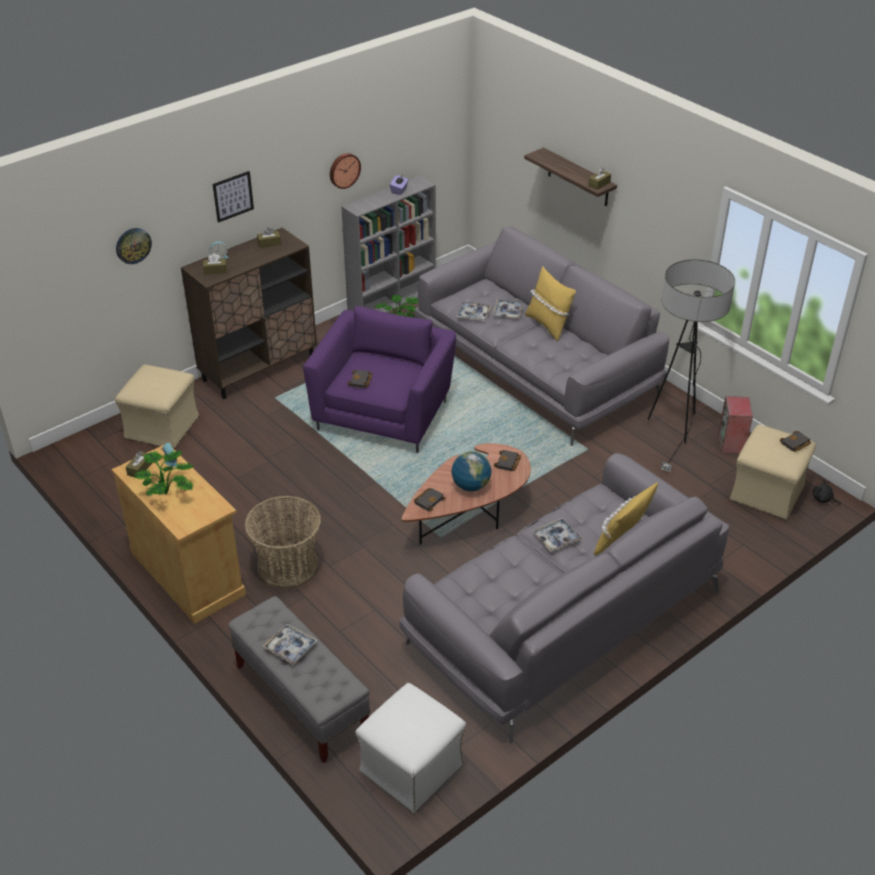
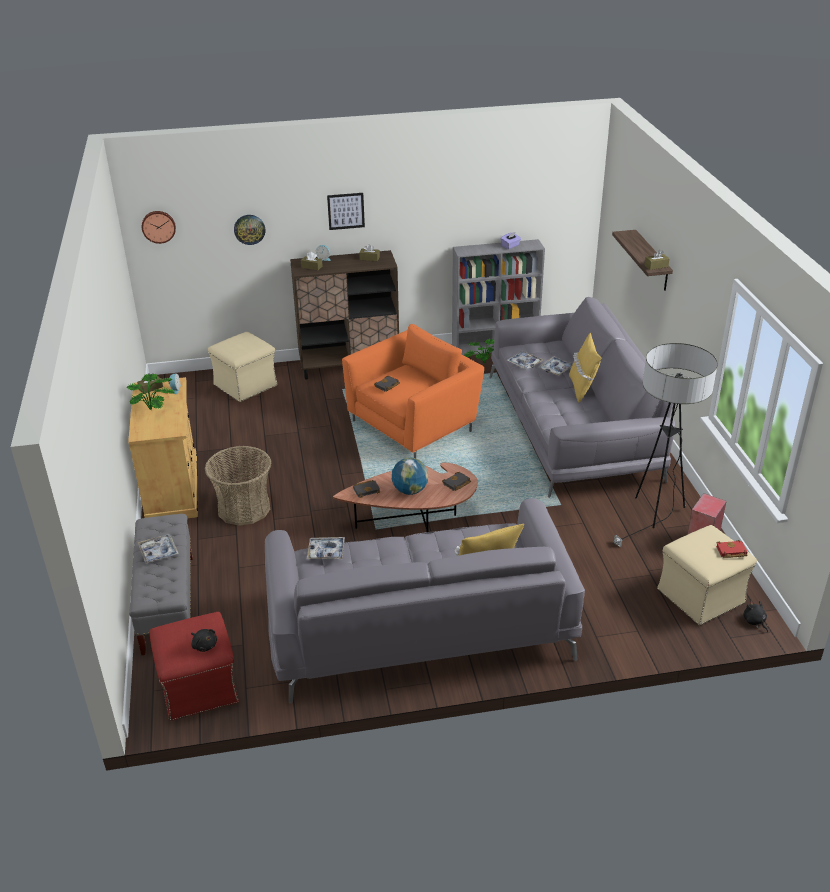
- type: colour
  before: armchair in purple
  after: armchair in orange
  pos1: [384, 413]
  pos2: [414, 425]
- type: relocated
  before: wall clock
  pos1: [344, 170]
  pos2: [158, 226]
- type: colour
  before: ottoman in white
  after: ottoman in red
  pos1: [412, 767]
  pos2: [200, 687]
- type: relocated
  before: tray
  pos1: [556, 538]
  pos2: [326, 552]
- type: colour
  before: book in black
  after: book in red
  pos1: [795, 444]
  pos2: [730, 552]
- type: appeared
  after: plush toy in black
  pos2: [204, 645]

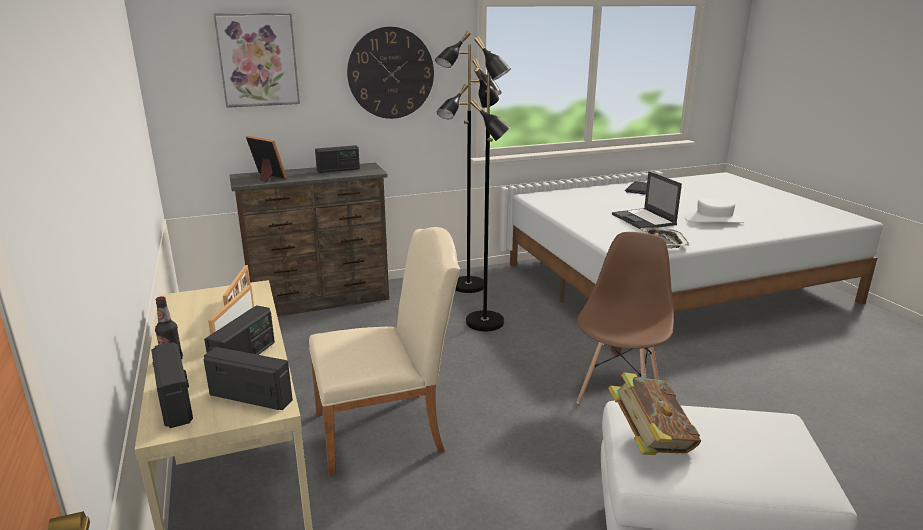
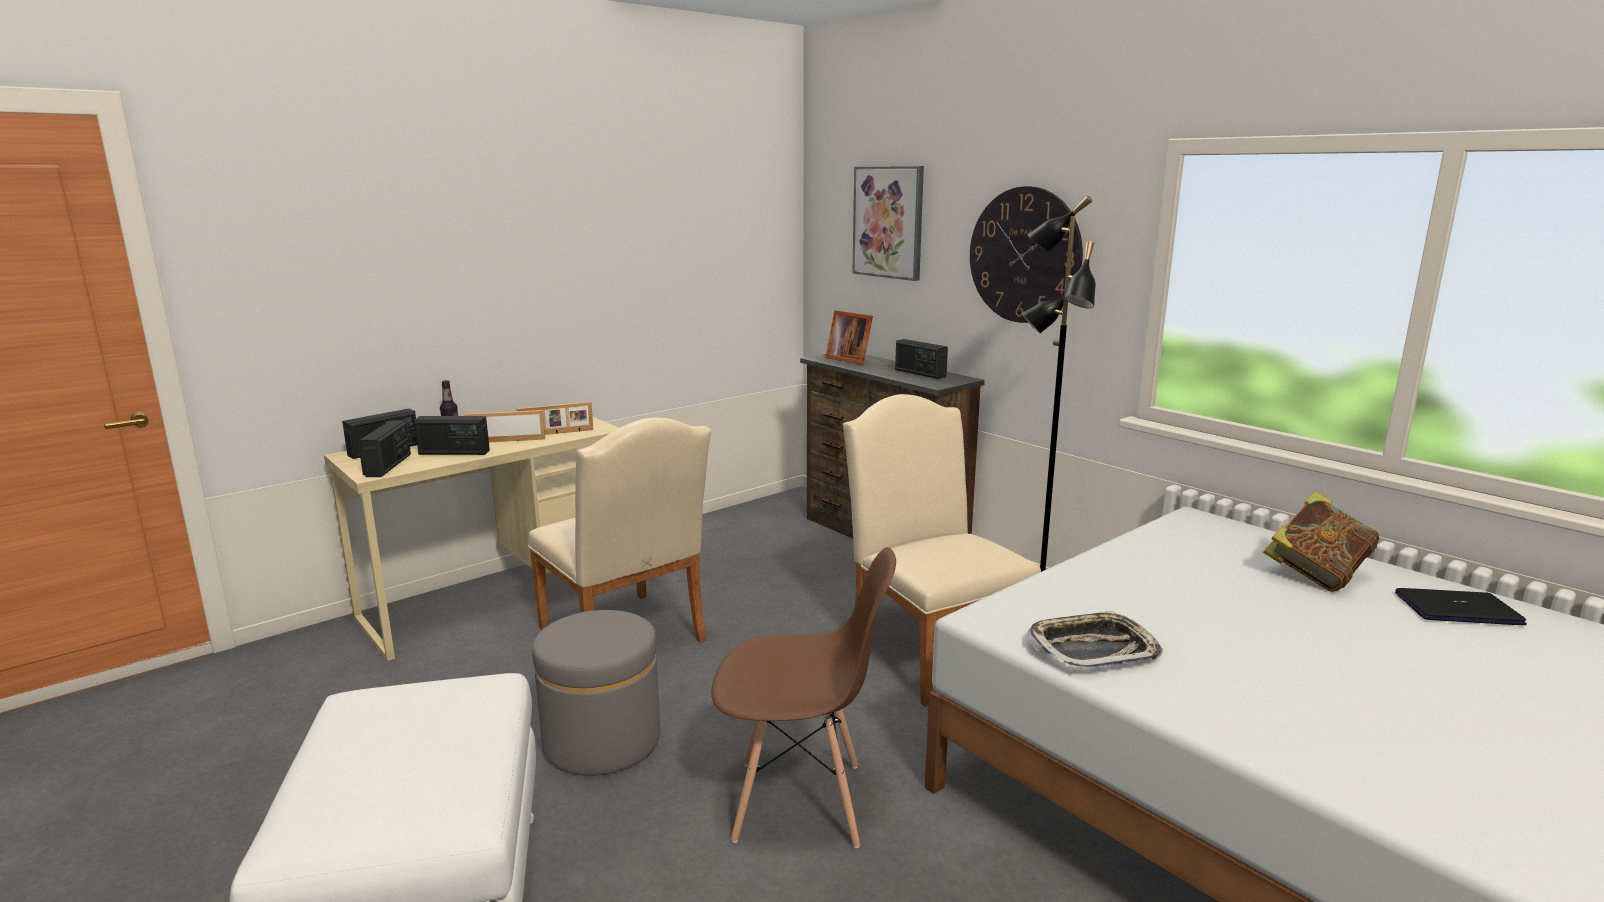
- type: spun
  before: picture frame
  pos1: [267, 177]
  pos2: [849, 360]
  turn: 120
- type: exchanged
  before: floor lamp in black
  after: chair in beige
  pos1: [486, 322]
  pos2: [931, 651]
- type: relocated
  before: book
  pos1: [650, 442]
  pos2: [1316, 575]
- type: missing
  before: laptop
  pos1: [644, 219]
- type: missing
  before: hat in white
  pos1: [713, 220]
- type: appeared
  after: ottoman in grey
  pos2: [602, 741]

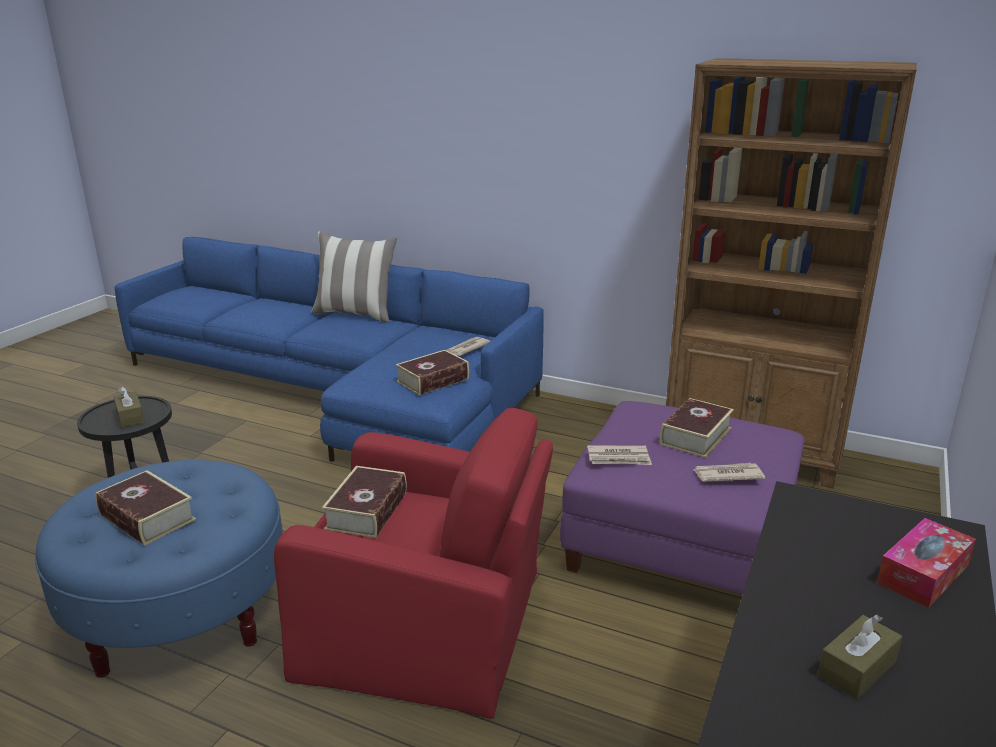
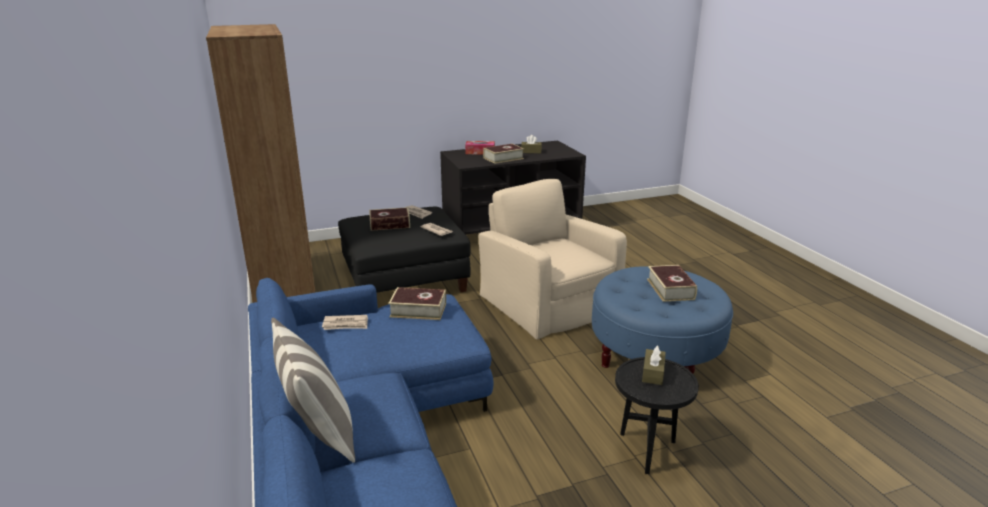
- type: colour
  before: armchair in red
  after: armchair in beige
  pos1: [426, 624]
  pos2: [548, 301]
- type: relocated
  before: book
  pos1: [367, 511]
  pos2: [503, 158]
- type: colour
  before: ottoman in purple
  after: ottoman in black
  pos1: [682, 542]
  pos2: [405, 278]

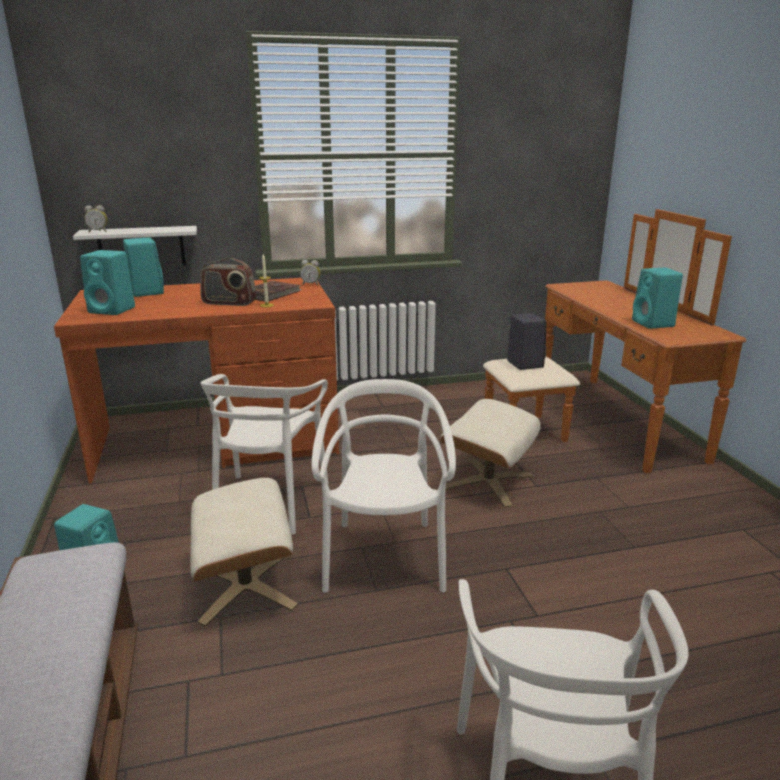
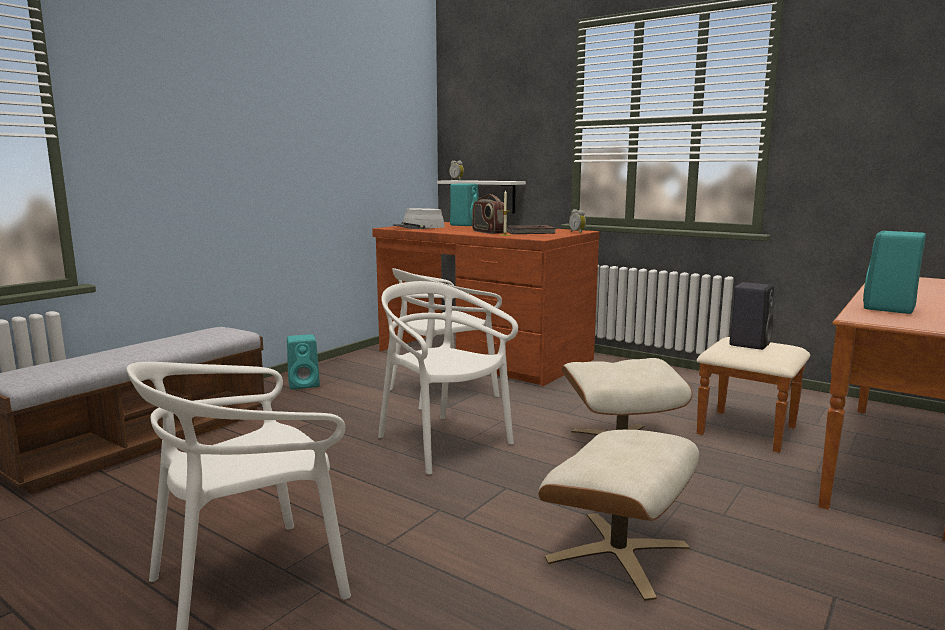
- type: exchanged
  before: speaker in turquoise
  after: hat in grey
  pos1: [113, 310]
  pos2: [419, 227]
- type: relocated
  before: ottoman in beige
  pos1: [246, 587]
  pos2: [618, 554]
- type: spun
  before: chair in white
  pos1: [384, 557]
  pos2: [442, 443]
  turn: -90

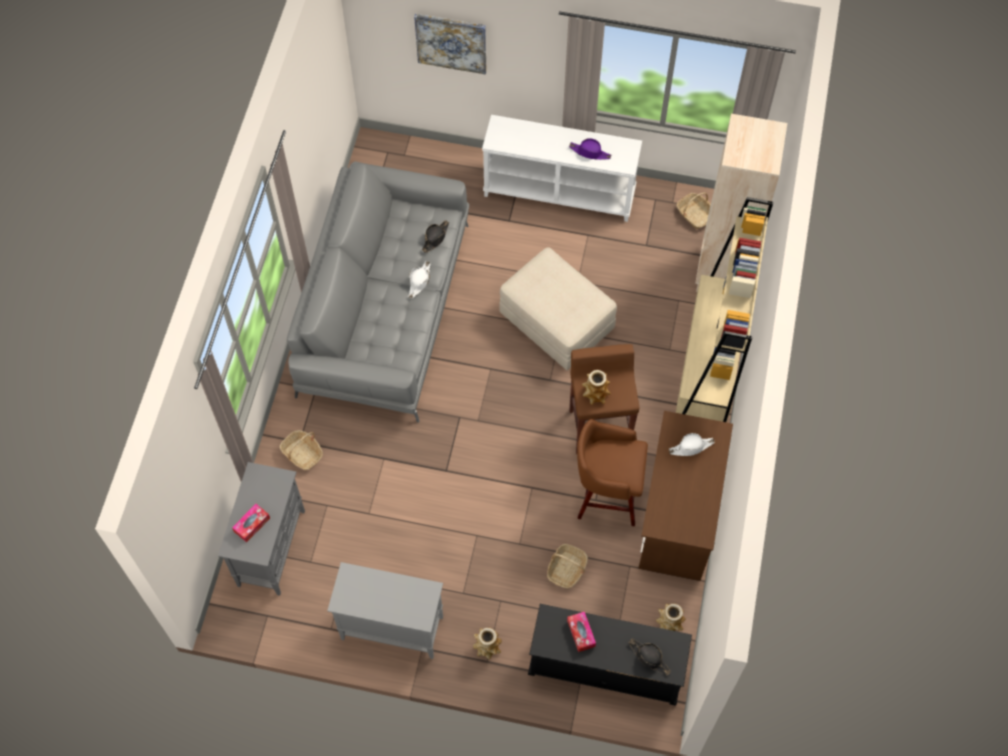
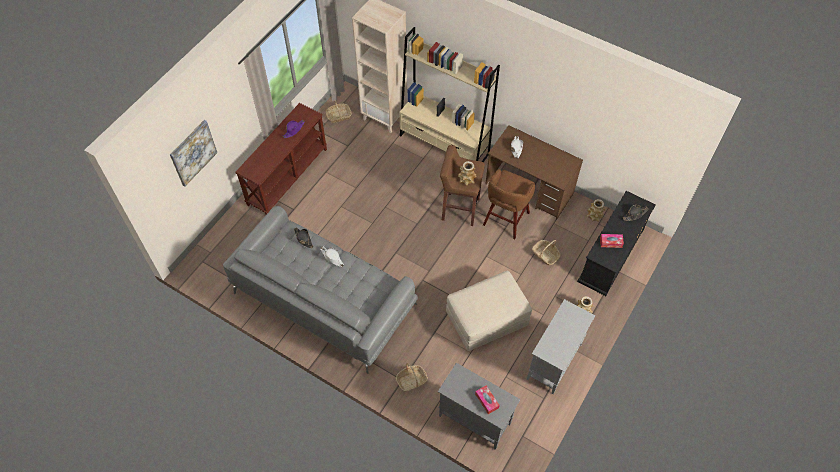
- type: colour
  before: console table in white
  after: console table in brown
  pos1: [560, 192]
  pos2: [287, 176]
- type: relocated
  before: ottoman in beige
  pos1: [556, 321]
  pos2: [486, 319]

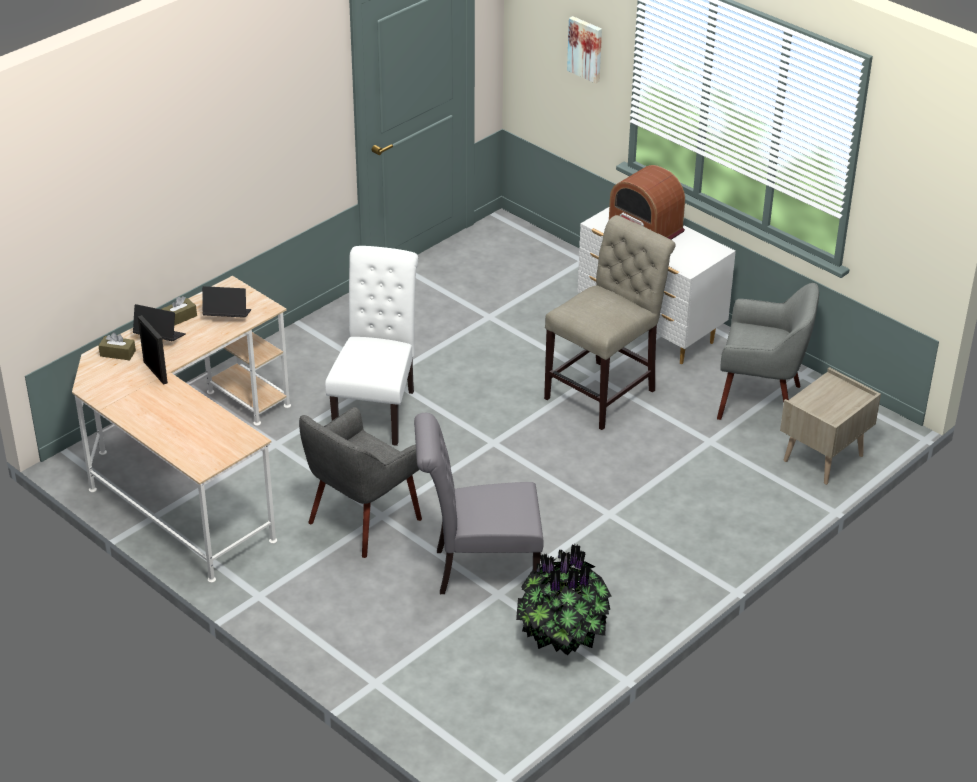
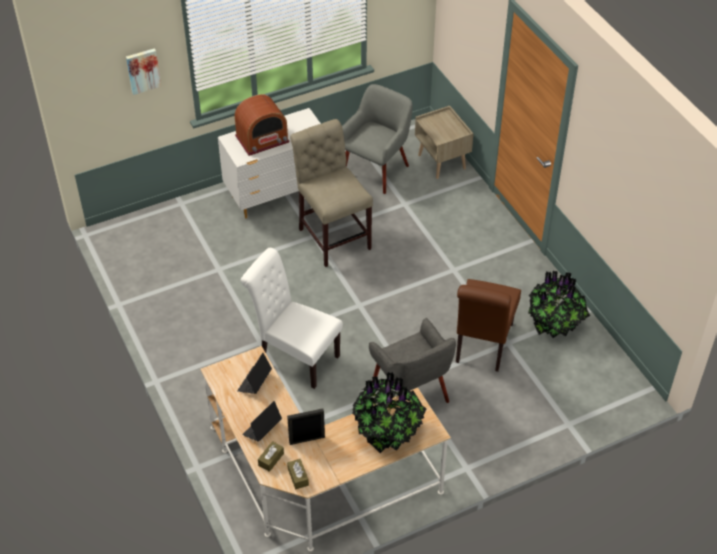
- type: relocated
  before: tissue box in brown
  pos1: [179, 318]
  pos2: [298, 477]
- type: colour
  before: chair in grey
  after: chair in brown
  pos1: [478, 570]
  pos2: [482, 346]
- type: appeared
  after: potted plant
  pos2: [388, 431]

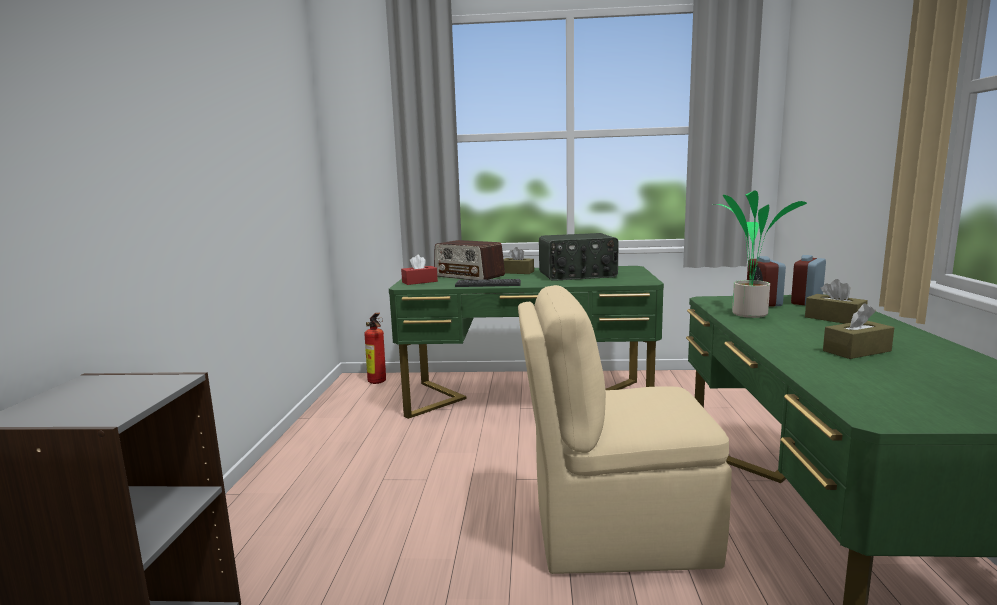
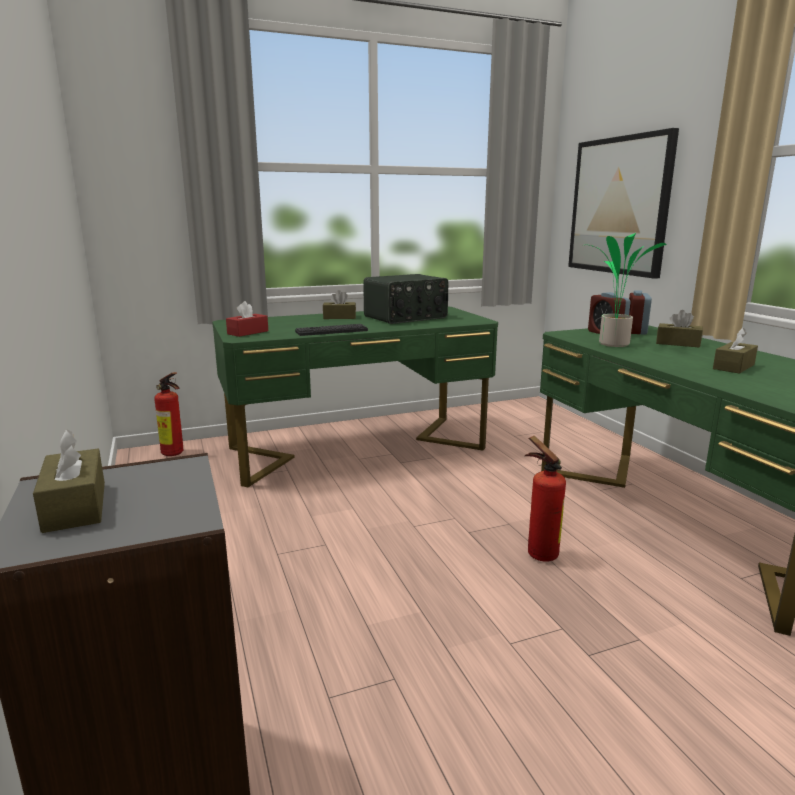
- type: missing
  before: radio
  pos1: [469, 276]
- type: exchanged
  before: chair in beige
  after: fire extinguisher
  pos1: [616, 531]
  pos2: [539, 553]
- type: appeared
  after: tissue box in brown
  pos2: [75, 506]
- type: appeared
  after: picture
  pos2: [619, 206]

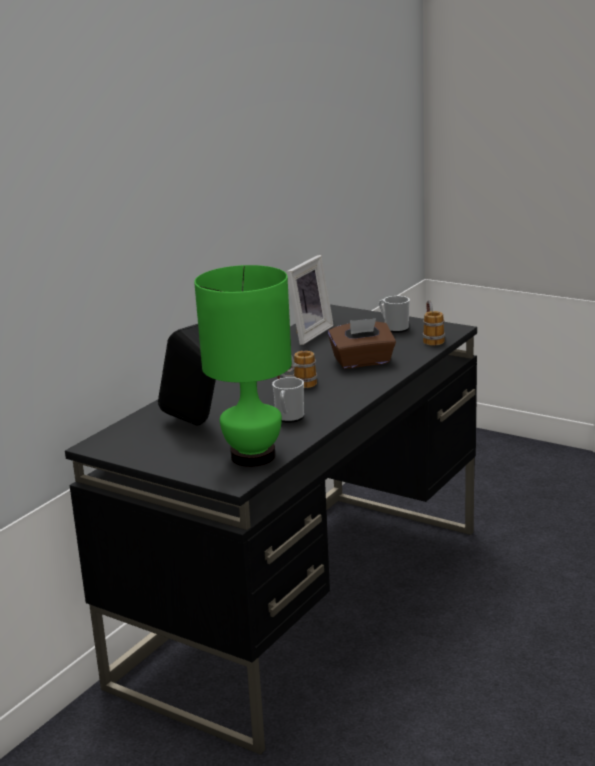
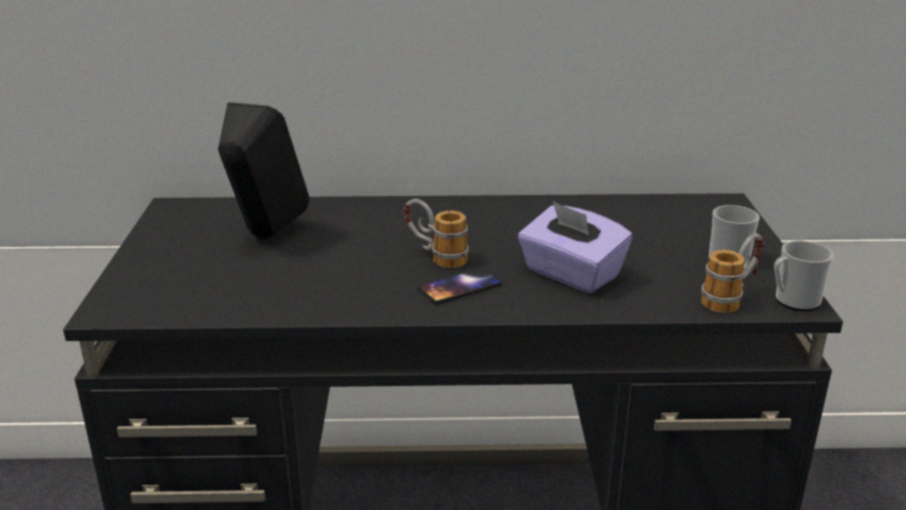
- type: missing
  before: table lamp in green
  pos1: [253, 457]
- type: relocated
  before: mug
  pos1: [288, 418]
  pos2: [793, 301]
- type: missing
  before: picture frame
  pos1: [307, 334]
- type: colour
  before: tissue box in brown
  after: tissue box in purple
  pos1: [362, 362]
  pos2: [571, 274]
- type: appeared
  after: phone
  pos2: [460, 287]

